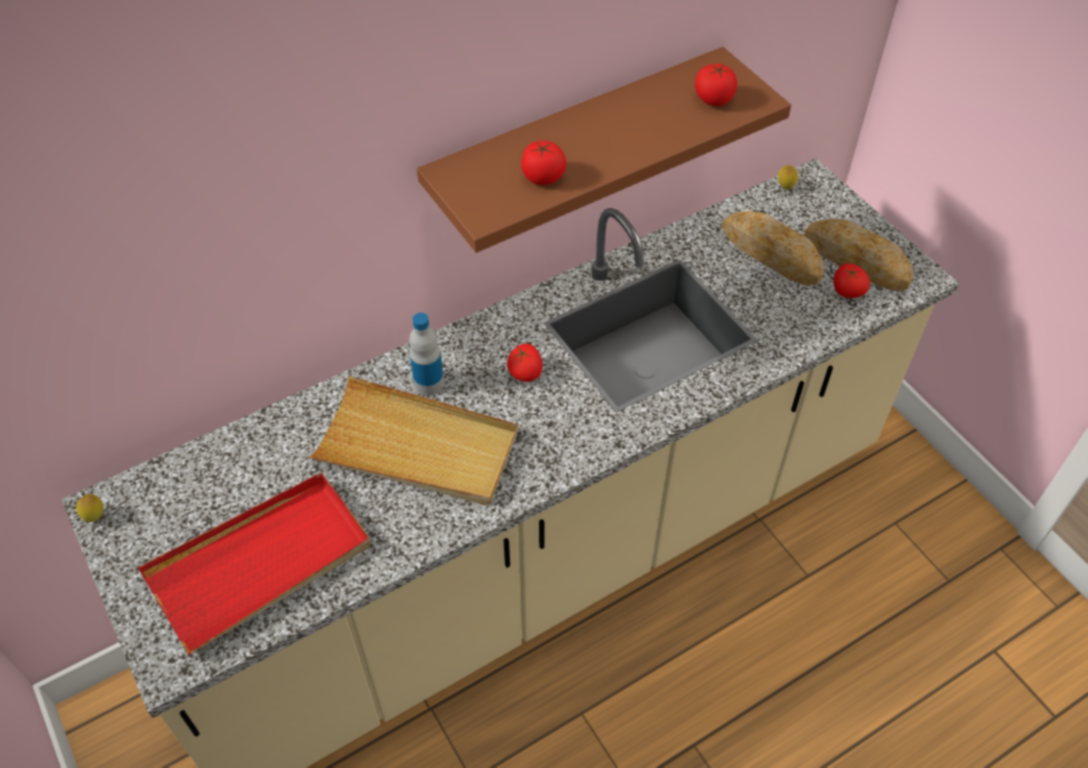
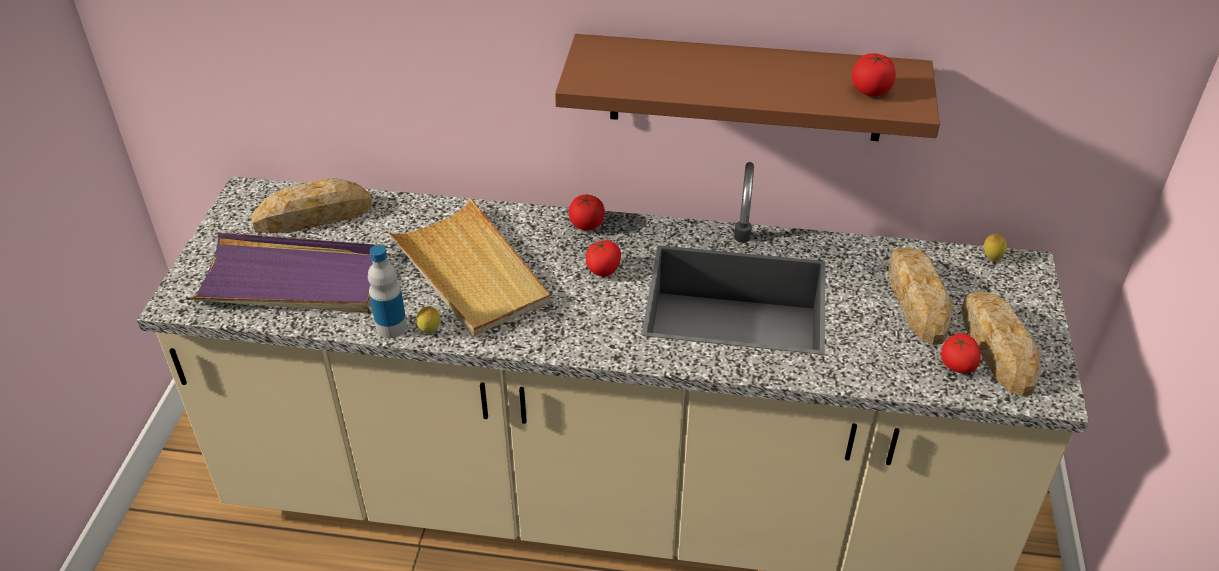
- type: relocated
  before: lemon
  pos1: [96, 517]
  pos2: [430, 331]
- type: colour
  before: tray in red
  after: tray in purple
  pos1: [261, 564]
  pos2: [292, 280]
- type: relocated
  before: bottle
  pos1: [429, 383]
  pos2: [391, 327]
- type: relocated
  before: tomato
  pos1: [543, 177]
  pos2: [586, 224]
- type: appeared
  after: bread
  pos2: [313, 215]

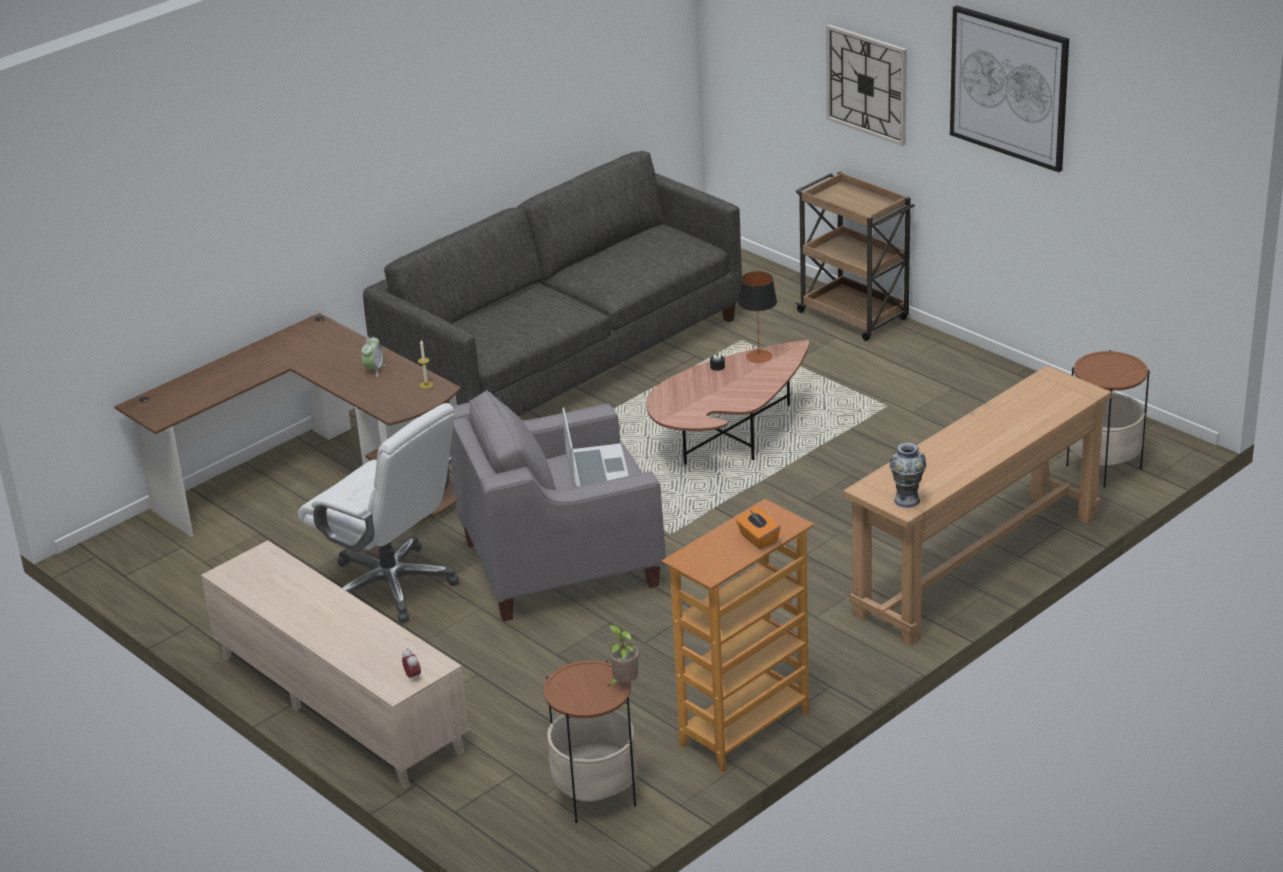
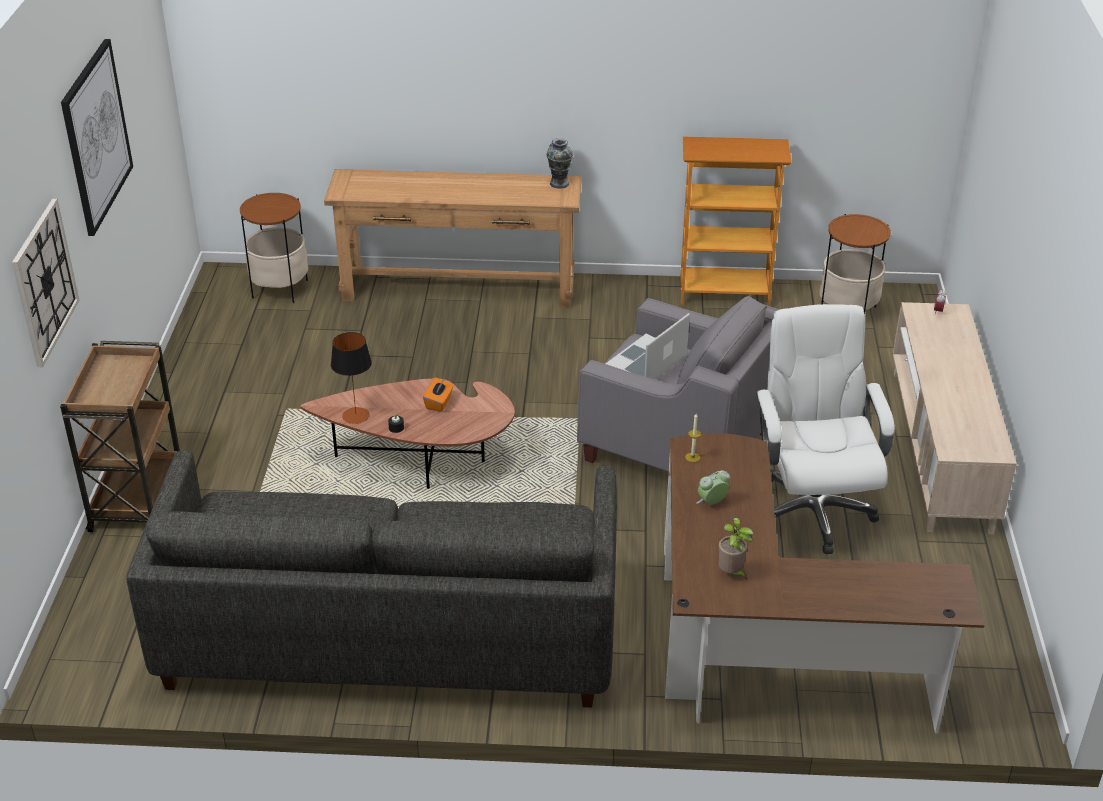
- type: relocated
  before: potted plant
  pos1: [624, 684]
  pos2: [732, 574]
- type: relocated
  before: tissue box in orange
  pos1: [758, 538]
  pos2: [439, 403]

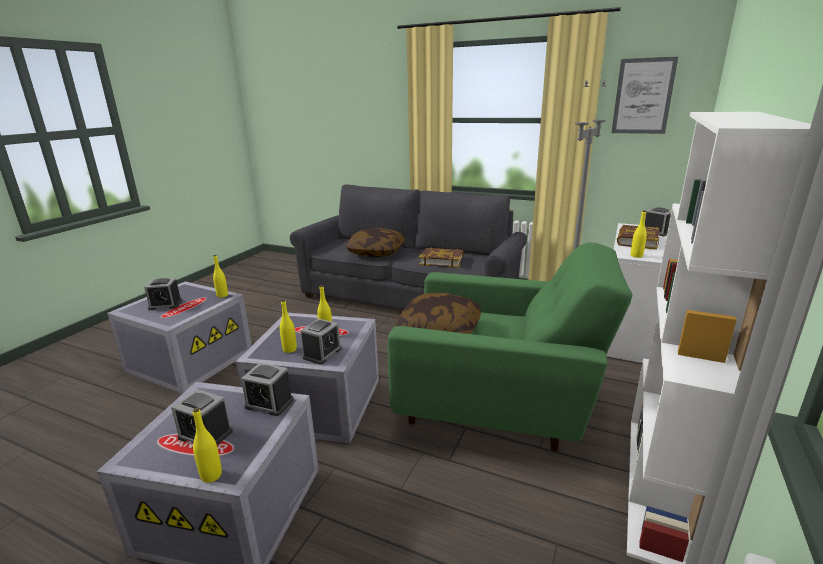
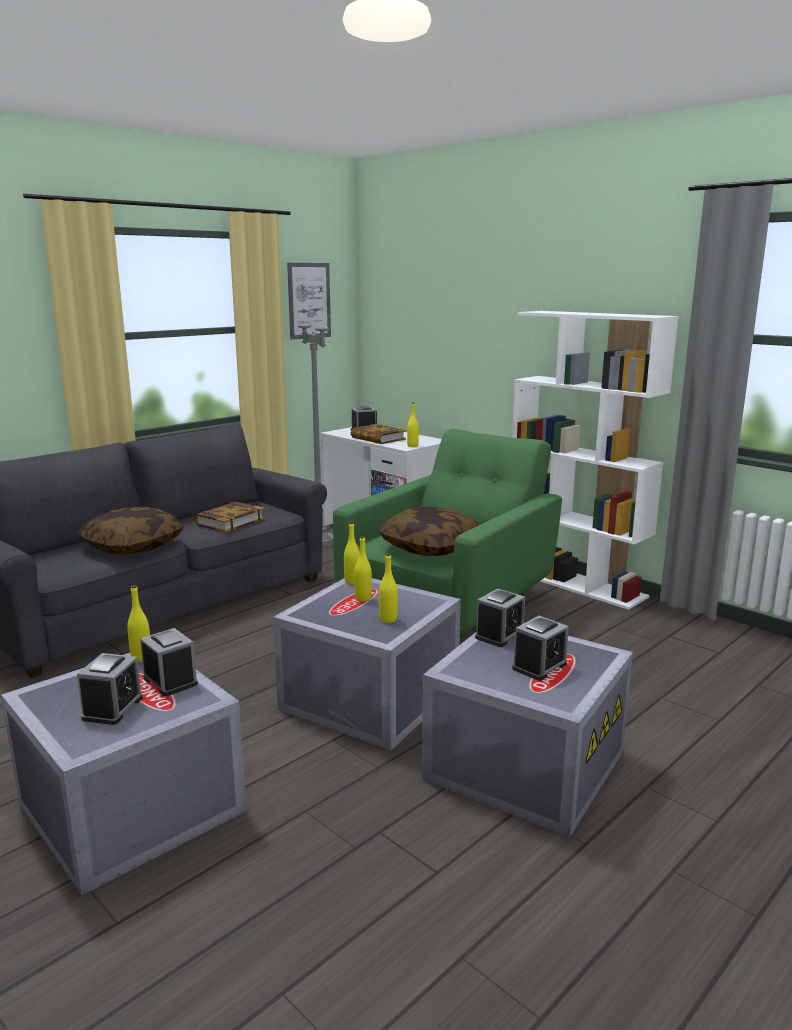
- type: relocated
  before: bottle in yellow
  pos1: [211, 475]
  pos2: [352, 581]
- type: relocated
  before: alarm clock
  pos1: [322, 353]
  pos2: [170, 681]

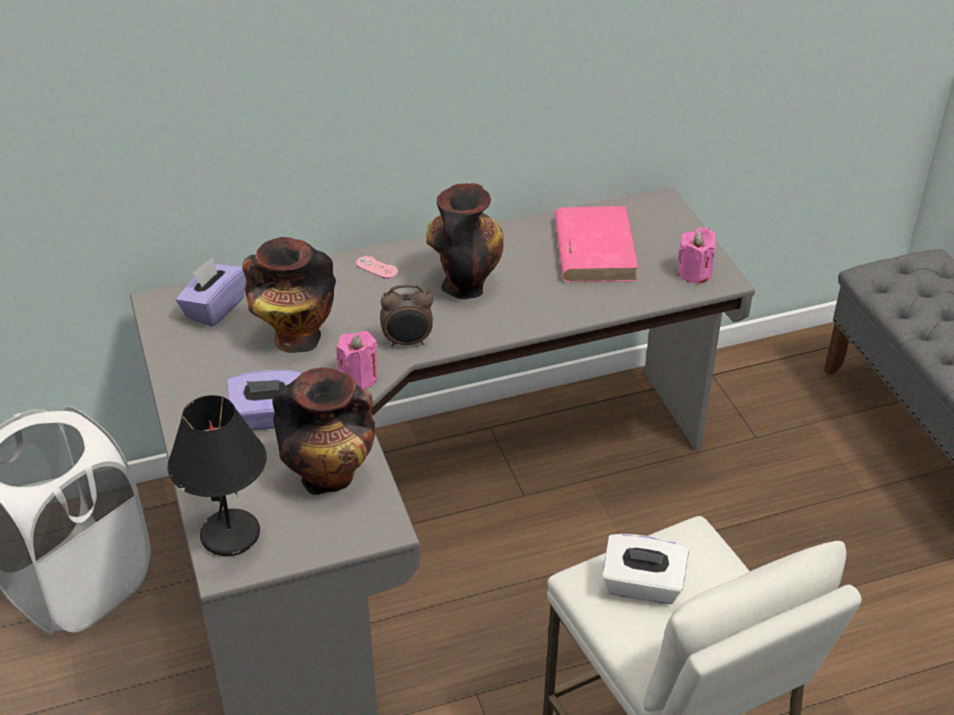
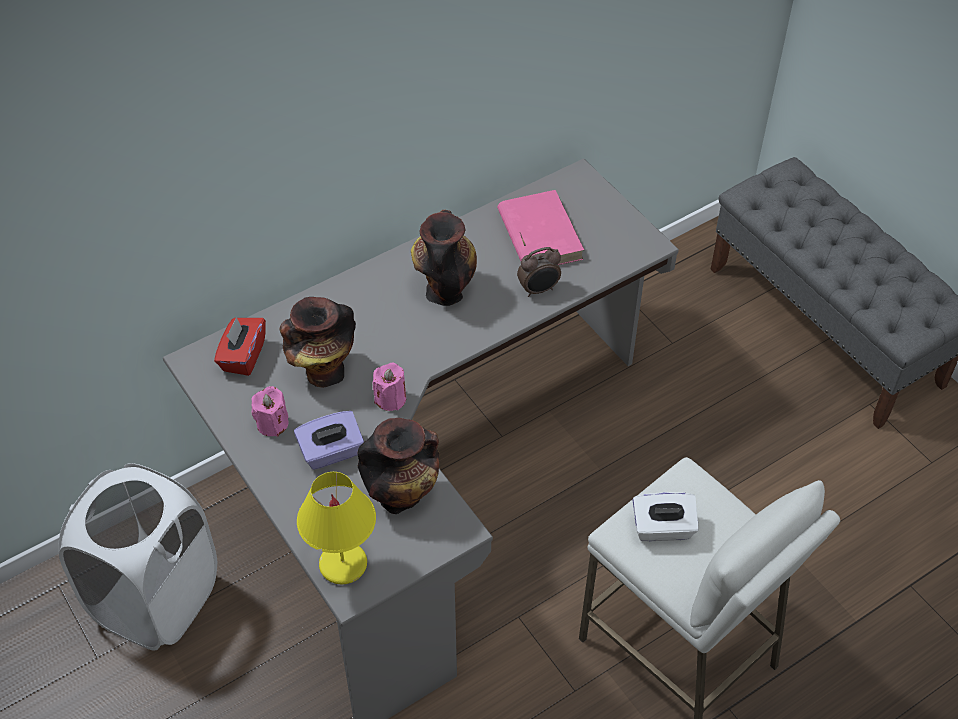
- type: colour
  before: table lamp in black
  after: table lamp in yellow
  pos1: [230, 534]
  pos2: [342, 563]
- type: colour
  before: tissue box in purple
  after: tissue box in red
  pos1: [214, 308]
  pos2: [243, 356]
- type: missing
  before: game controller in pink
  pos1: [377, 267]
- type: relocated
  before: alarm clock
  pos1: [407, 342]
  pos2: [539, 290]
- type: relocated
  before: candle in pink
  pos1: [694, 273]
  pos2: [272, 423]

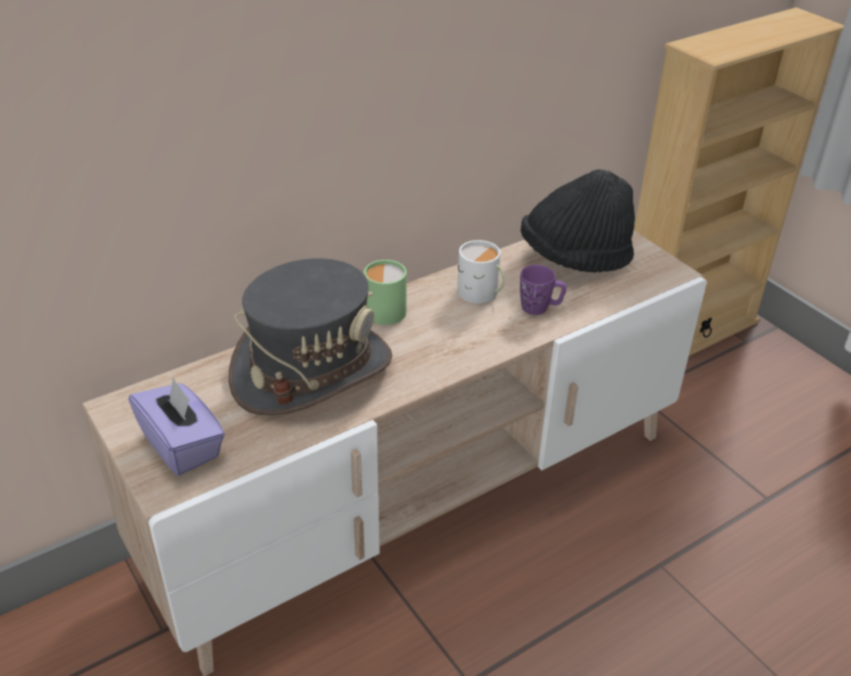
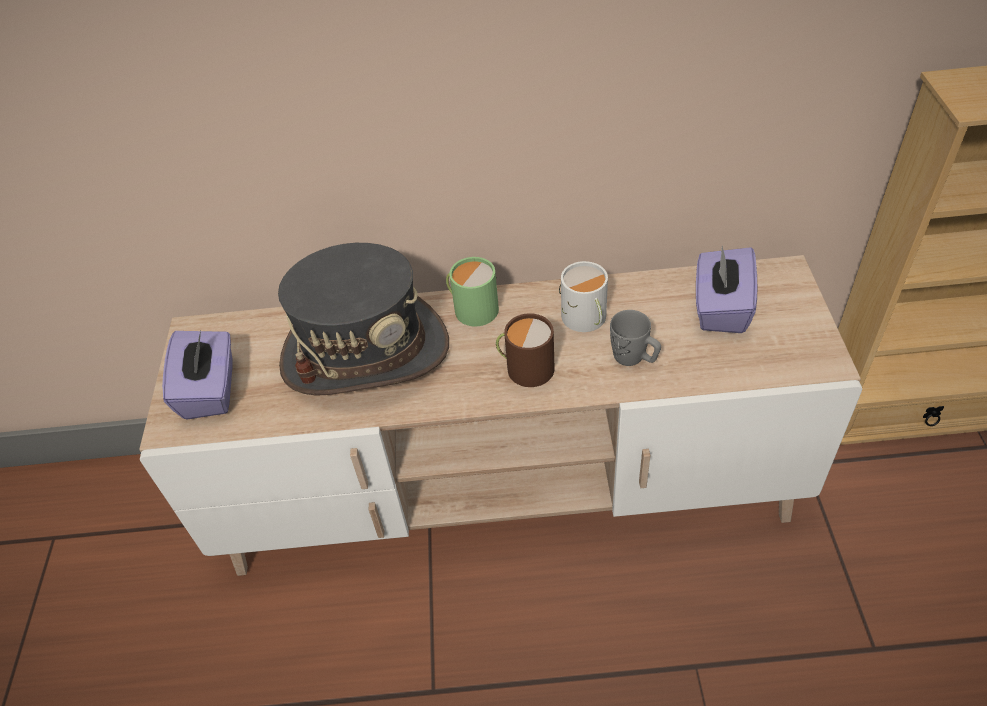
- type: exchanged
  before: hat in black
  after: tissue box in purple
  pos1: [575, 258]
  pos2: [720, 308]
- type: colour
  before: mug in purple
  after: mug in grey
  pos1: [540, 308]
  pos2: [634, 358]
- type: appeared
  after: mug in brown
  pos2: [525, 367]

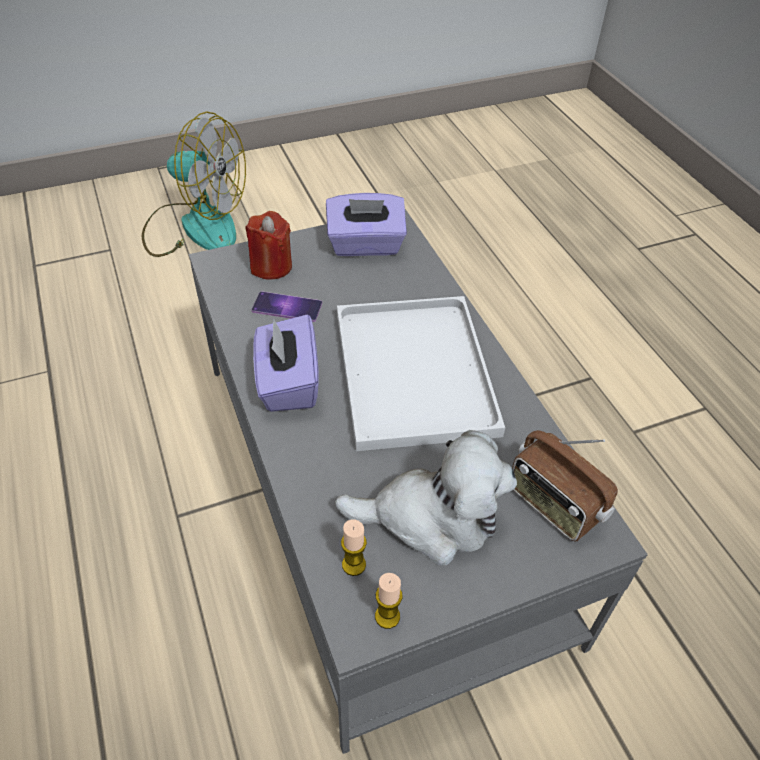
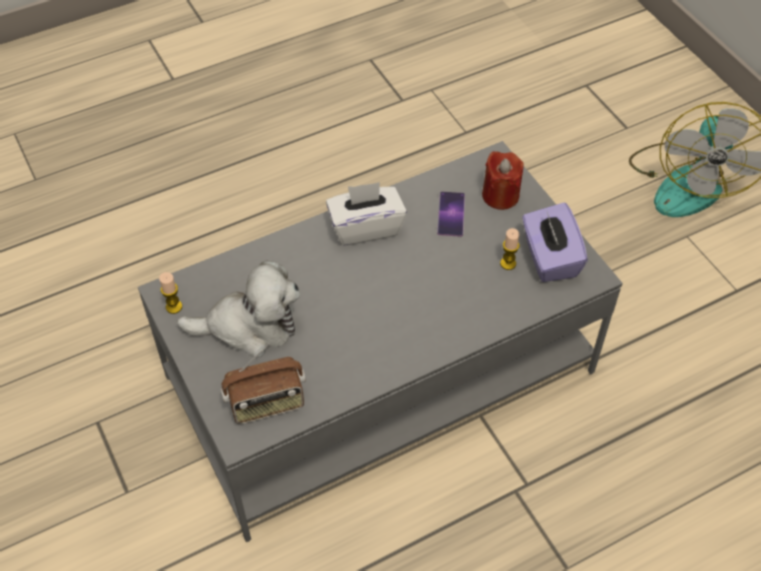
- type: colour
  before: tissue box in purple
  after: tissue box in white
  pos1: [288, 383]
  pos2: [365, 227]
- type: spun
  before: plush toy
  pos1: [431, 517]
  pos2: [250, 326]
  turn: -90
- type: missing
  before: tray in white
  pos1: [417, 374]
- type: relocated
  before: candle
  pos1: [354, 564]
  pos2: [508, 263]
- type: spun
  before: radio
  pos1: [553, 504]
  pos2: [267, 404]
  turn: -150

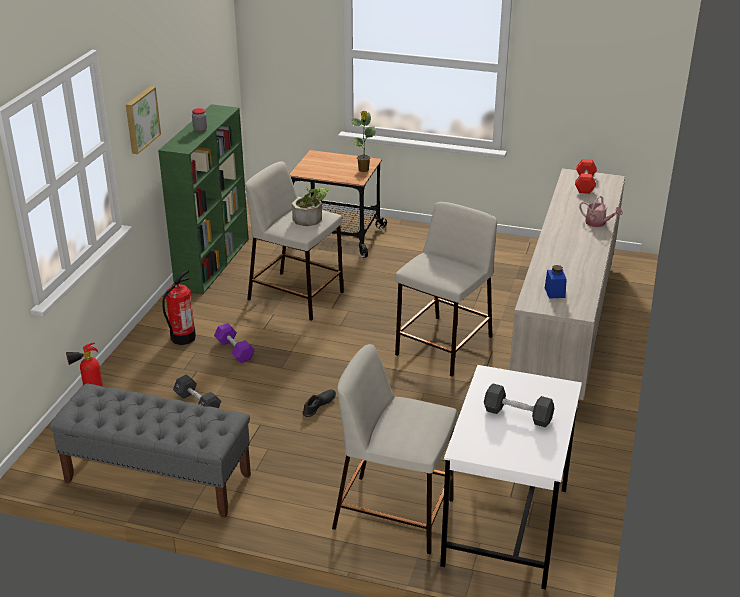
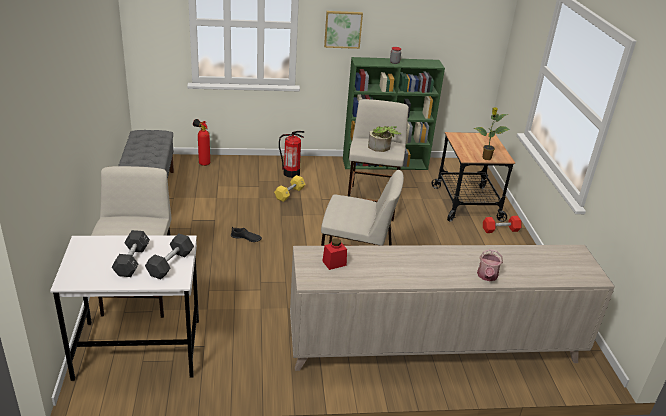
- type: relocated
  before: dumbbell in black
  pos1: [197, 403]
  pos2: [170, 264]
- type: colour
  before: dumbbell in purple
  after: dumbbell in yellow
  pos1: [234, 350]
  pos2: [289, 194]
- type: colour
  before: jar in blue
  after: jar in red
  pos1: [554, 292]
  pos2: [334, 263]
- type: relocated
  before: dumbbell in red
  pos1: [585, 184]
  pos2: [500, 230]

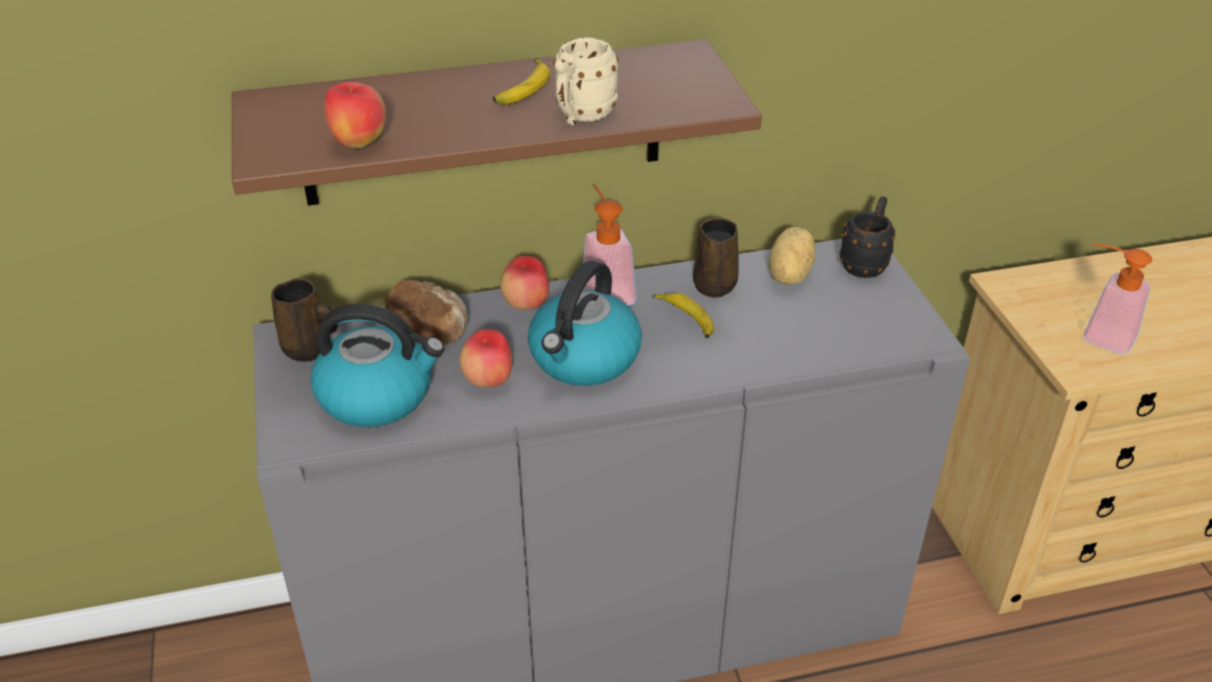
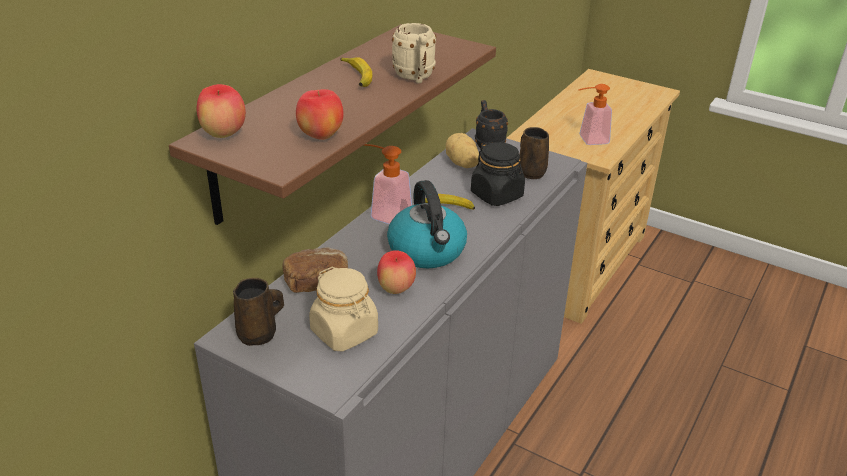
- type: exchanged
  before: kettle
  after: jar in beige
  pos1: [378, 395]
  pos2: [344, 332]
- type: relocated
  before: apple
  pos1: [526, 305]
  pos2: [224, 134]
- type: relocated
  before: mug in brown
  pos1: [715, 284]
  pos2: [530, 172]
- type: appeared
  after: jar in black
  pos2: [497, 195]

